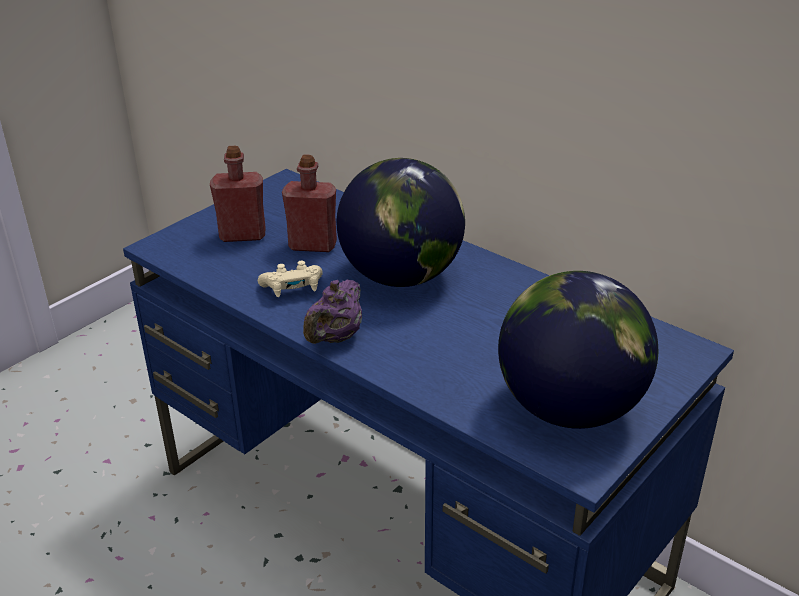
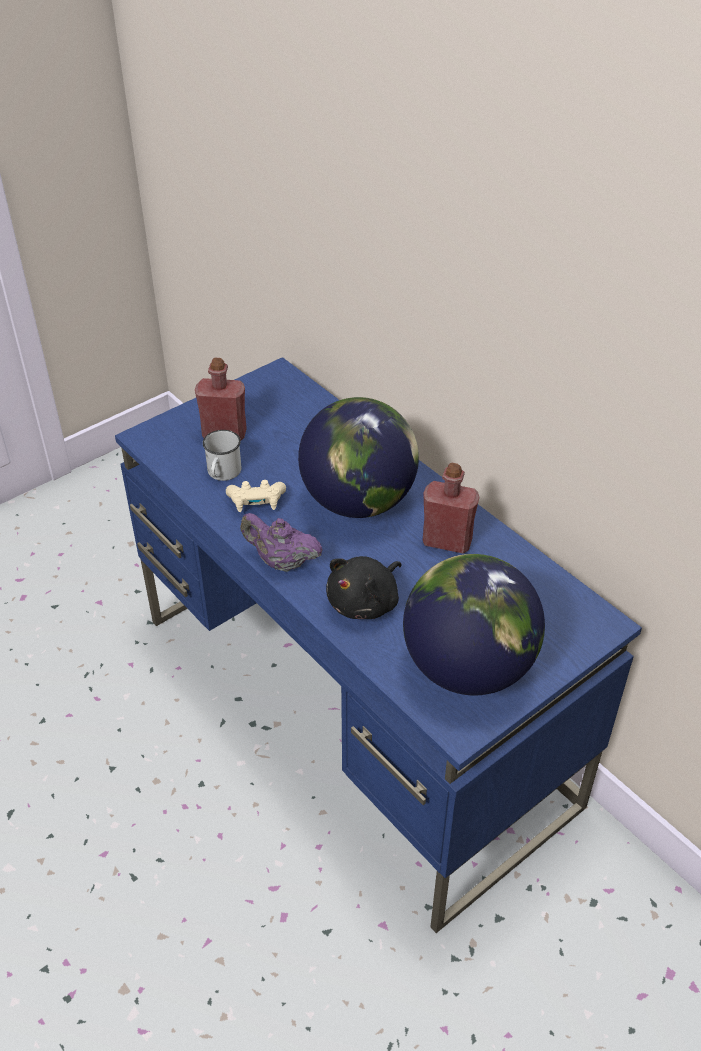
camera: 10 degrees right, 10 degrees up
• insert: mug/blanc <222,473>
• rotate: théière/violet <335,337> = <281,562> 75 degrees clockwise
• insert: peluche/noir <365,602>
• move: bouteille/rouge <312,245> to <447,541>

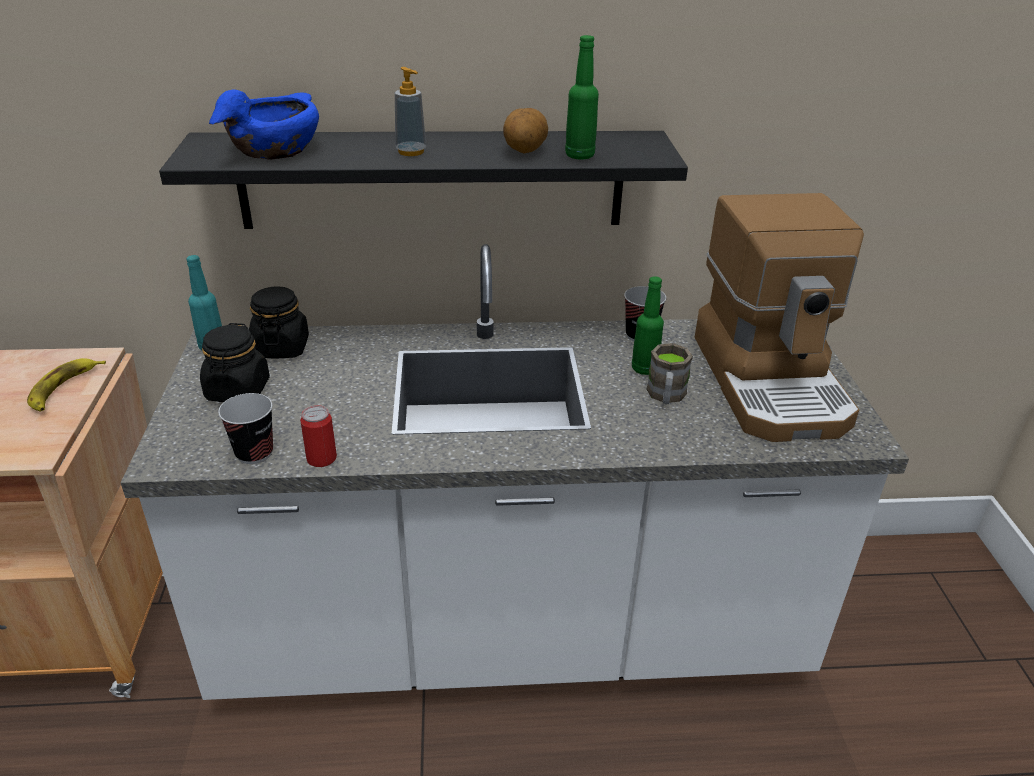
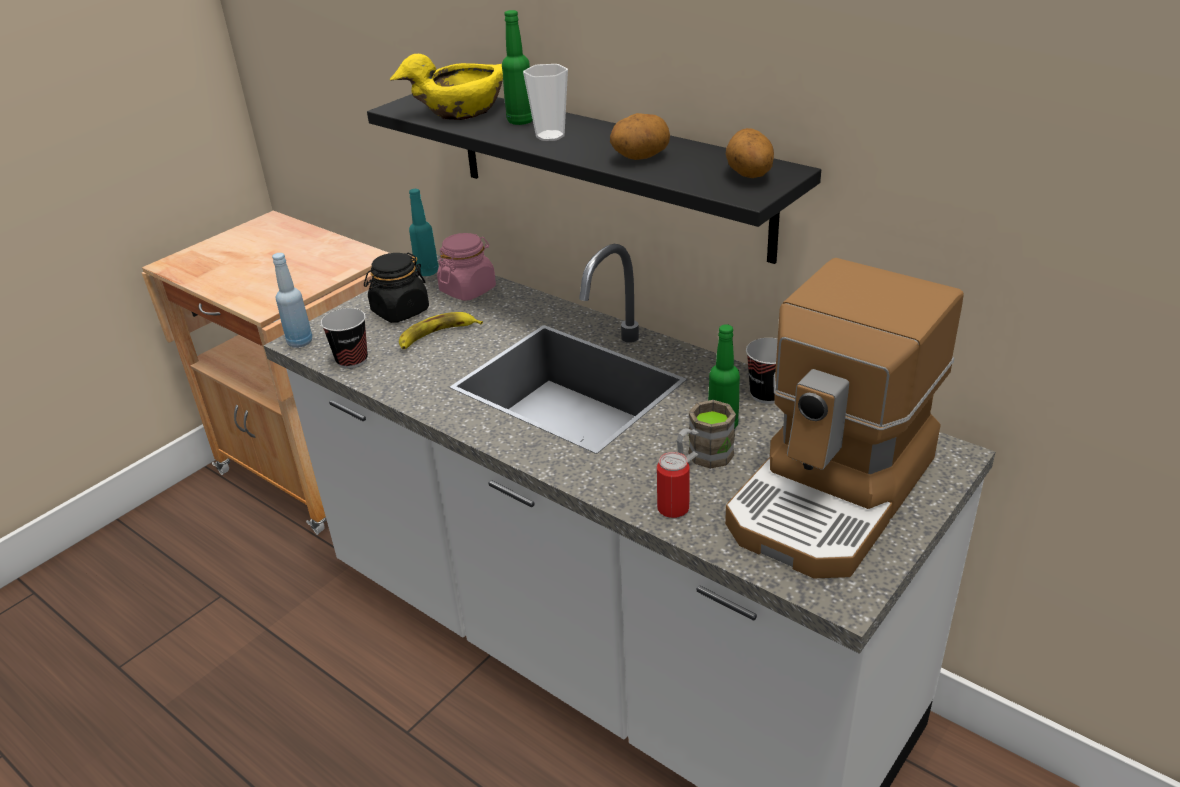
camera: 45 degrees right, 0 degrees up
• insert: bouteille/bleu <300,342>
• recolor: bol/bleu <273,148> to bol/jaune <463,110>
• move: banane <64,389> to <437,336>
• recolor: bocal/noir <281,347> to bocal/rose <468,290>
• move: bouteille/vert <579,155> to <520,121>
• replace: distributeur de savon <411,152> to tasse <550,136>
• move: boîte métallique <321,458> to <673,508>
• insert: pomme de terre <748,176>

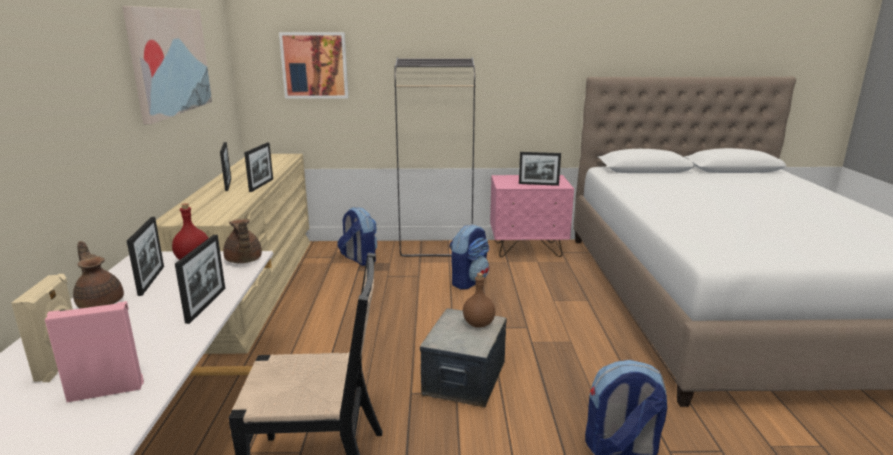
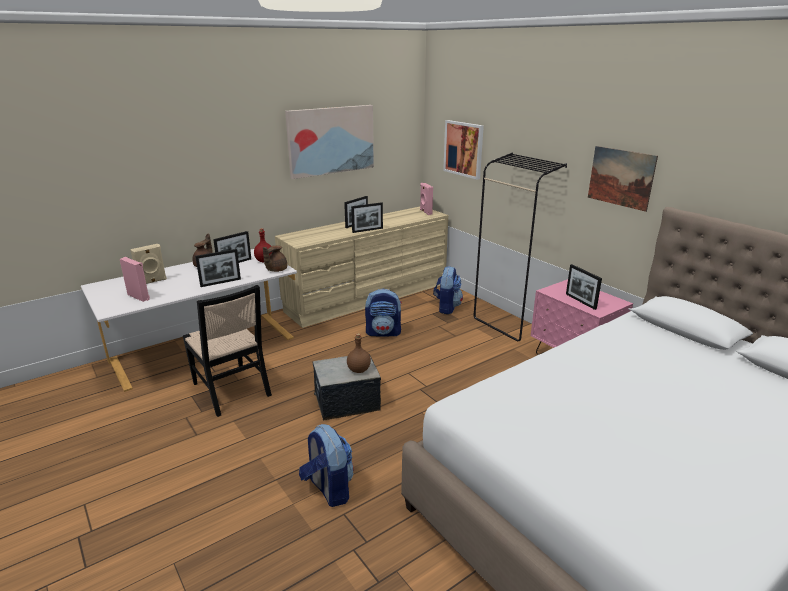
camera: 55 degrees right, 5 degrees up
• move: sac à dos <468,281> to <383,332>
• insert: enceinte/rose <425,212>
• insert: tableau <621,177>

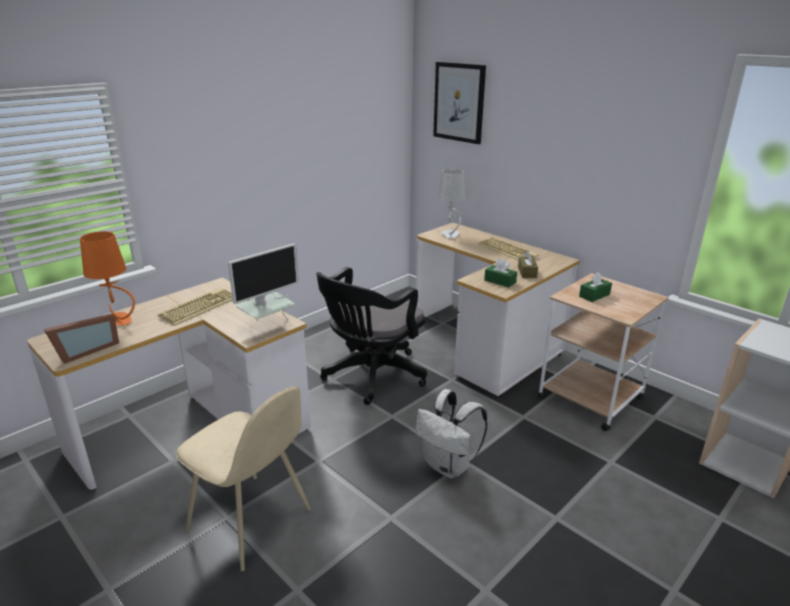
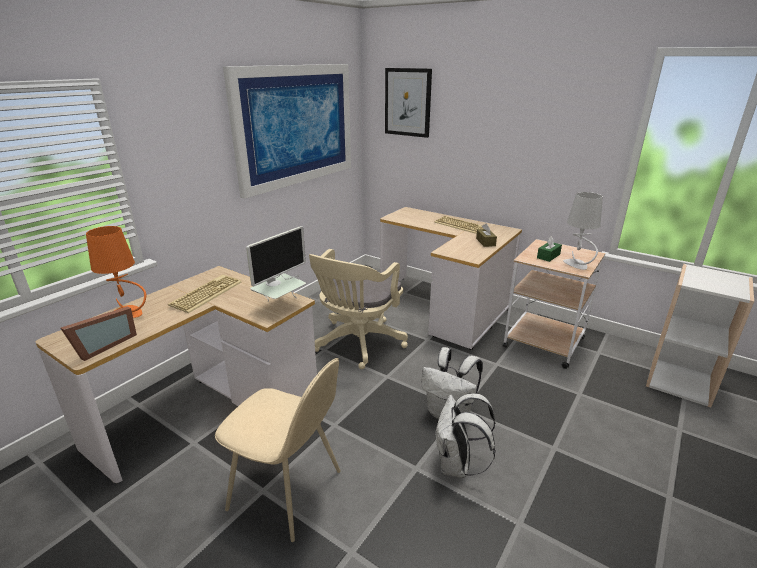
camera: 10 degrees left, 0 degrees up
• insert: tableau <296,125>
• recolor: chaise de bureau/noir <371,376> to chaise de bureau/beige <357,344>
• insert: sac à dos/blanc <457,465>
• move: lampe de table/gris <450,235> to <576,265>
• delete: boîte à mouchoirs/vert <500,281>

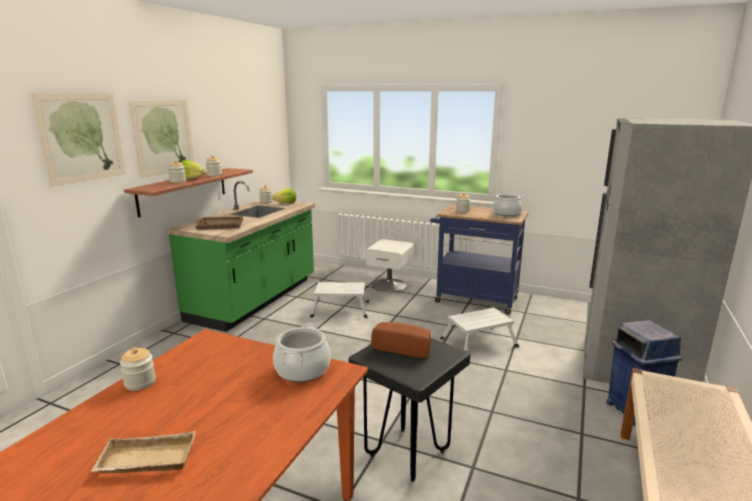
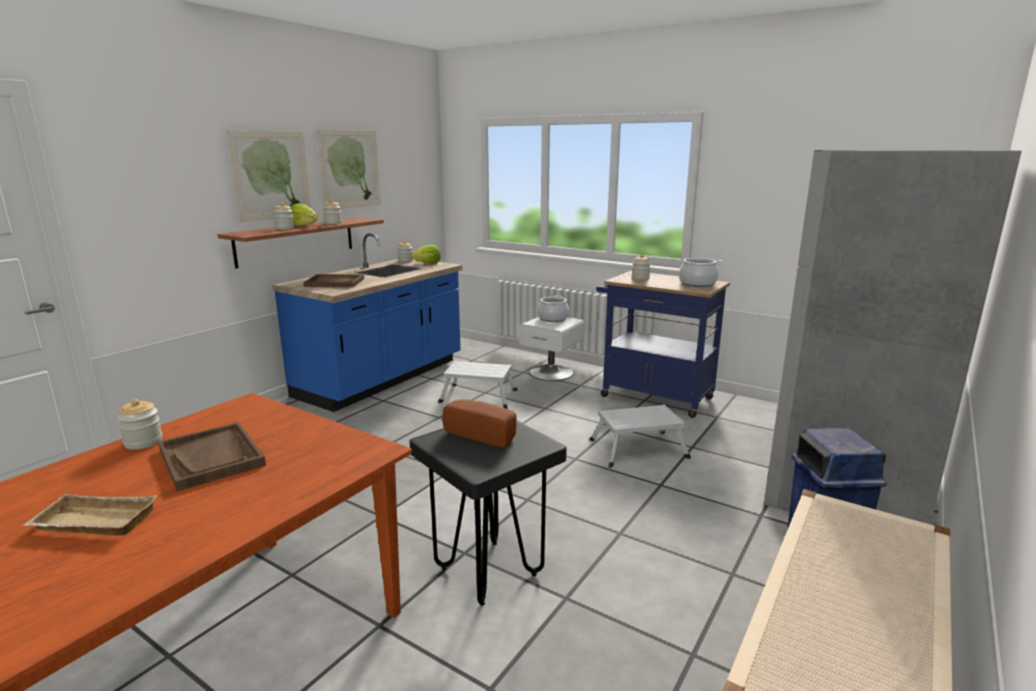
camera: 10 degrees right, 0 degrees up
• insert: plateau/marron <212,457>
• recolor: comptoir de cuisine/vert <255,299> to comptoir de cuisine/bleu <382,378>
• move: tableau <82,137> to <349,169>
• move: marmite <302,369> to <553,319>

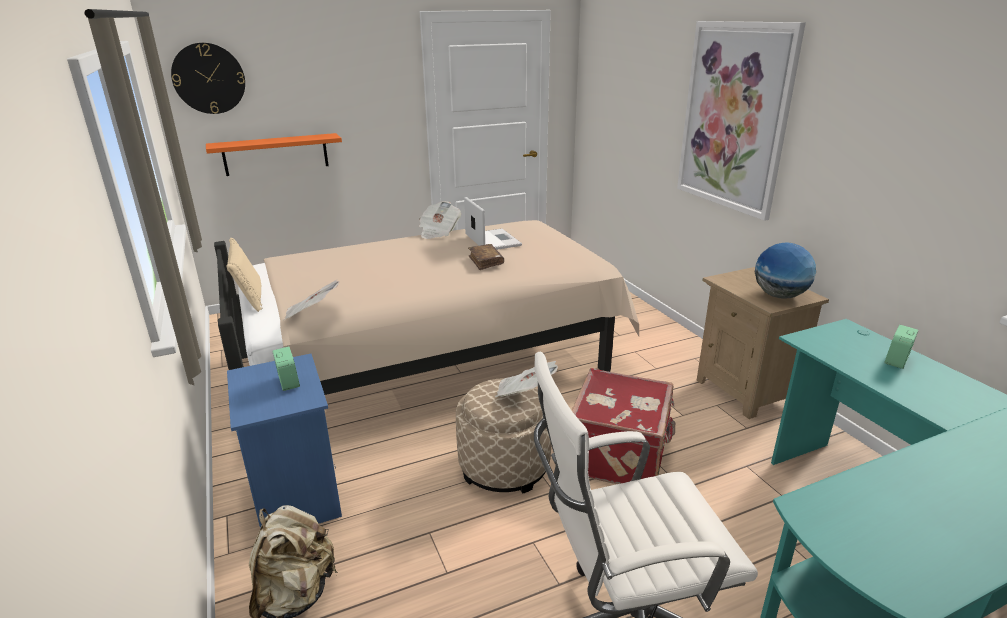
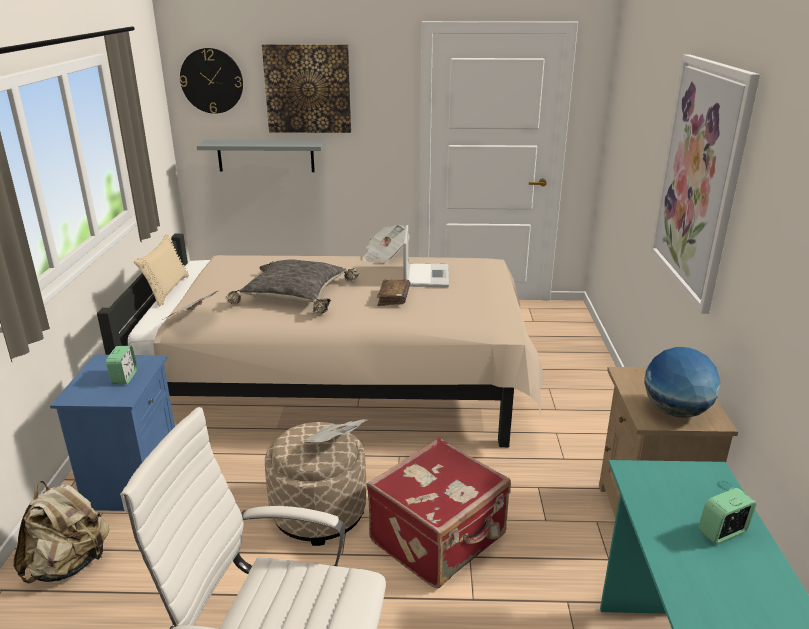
camera: 25 degrees right, 0 degrees up
• recolor: étagère/orange <276,154> to étagère/gris <265,156>
• insert: coussin <295,293>
• insert: tableau <308,89>

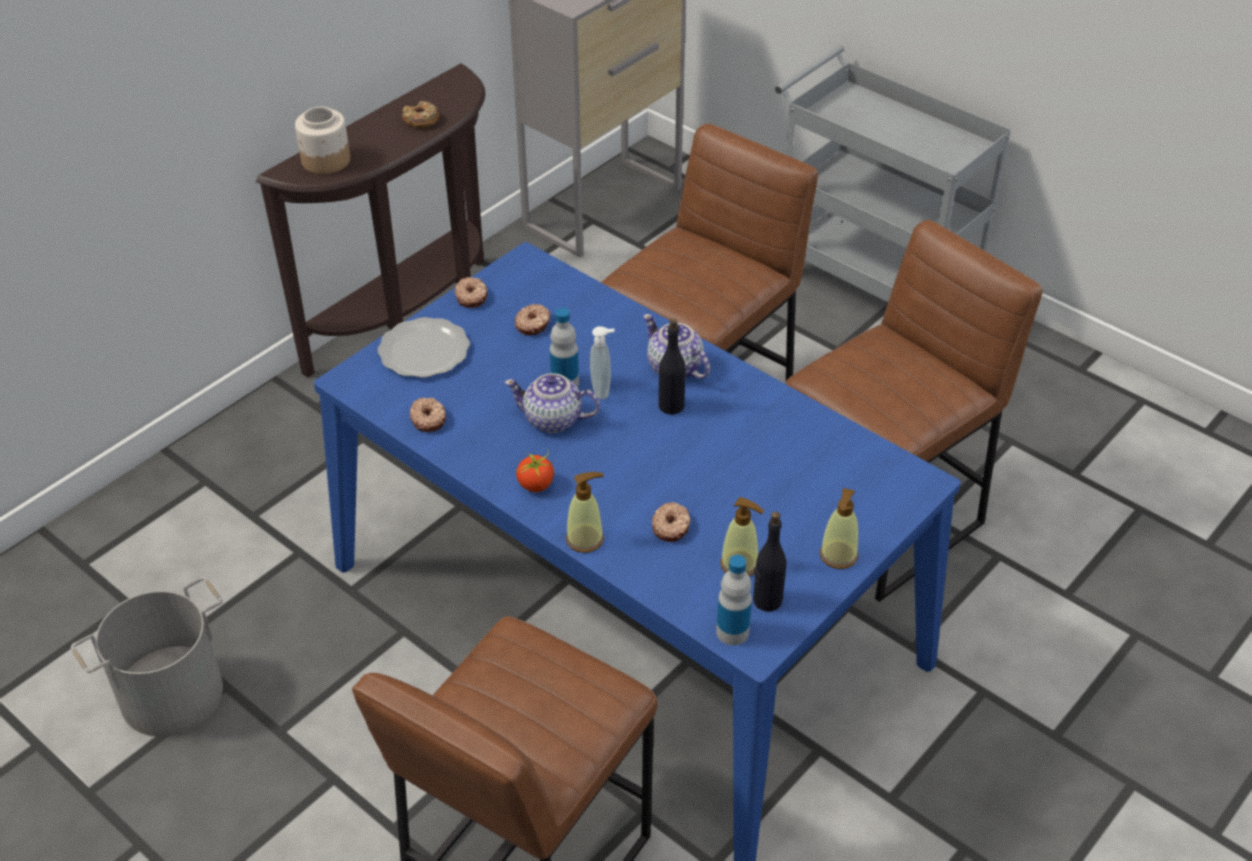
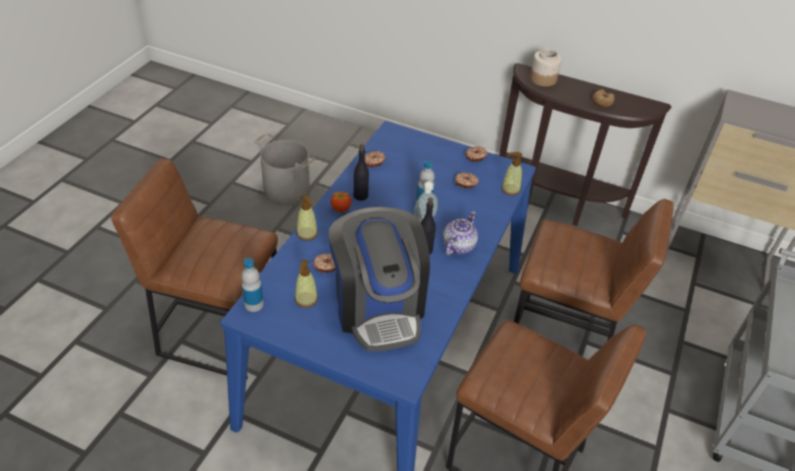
camera: 70 degrees right, 0 degrees up
• insert: machine à café <378,307>
• move: bouteille/noir <767,600> to <360,195>
• move: distributeur de savon <838,555> to <510,189>
• delete: assiette <425,350>
• delete: théière <553,420>

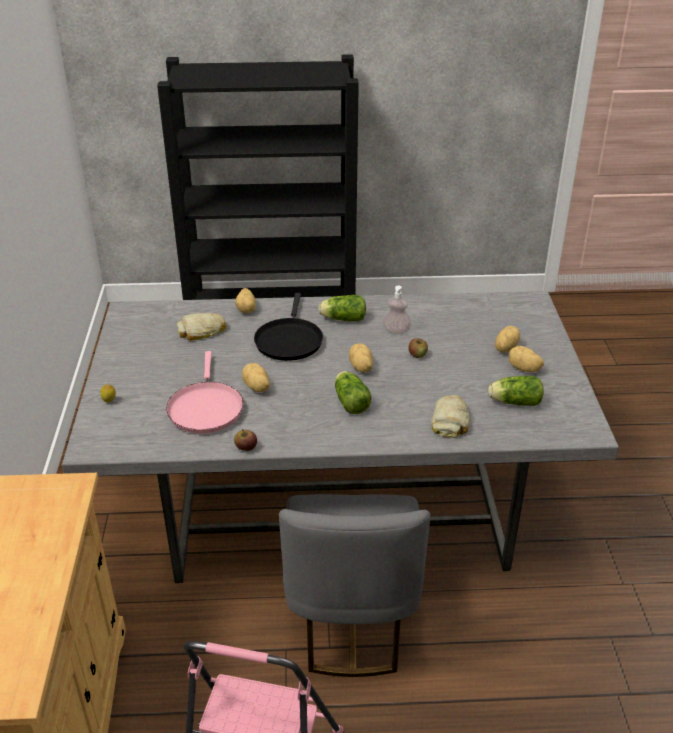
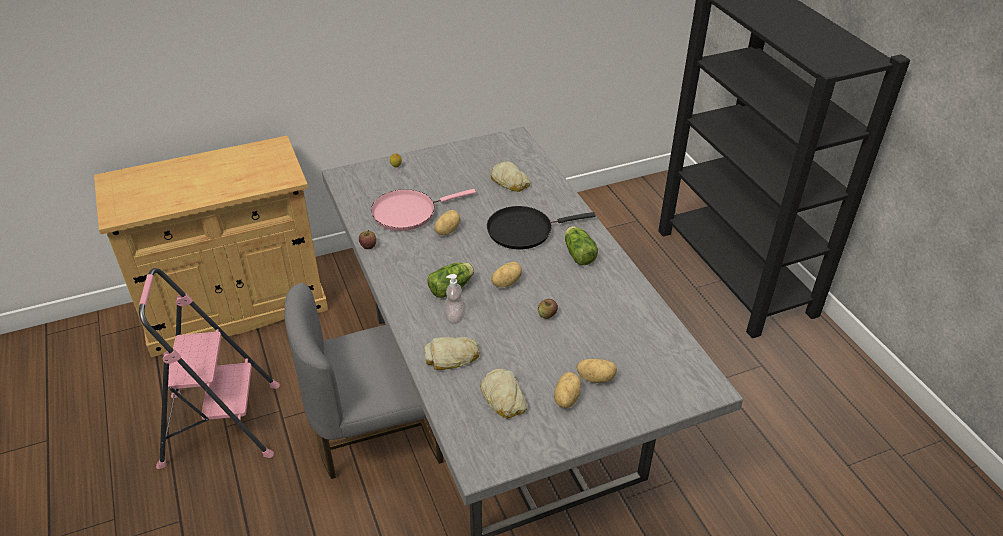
camera: 70 degrees right, 5 degrees up
• move: distributeur de savon <396,331> to <455,317>
• replace: laitue <513,402> to pain <503,398>
• delete: pomme de terre <247,309>

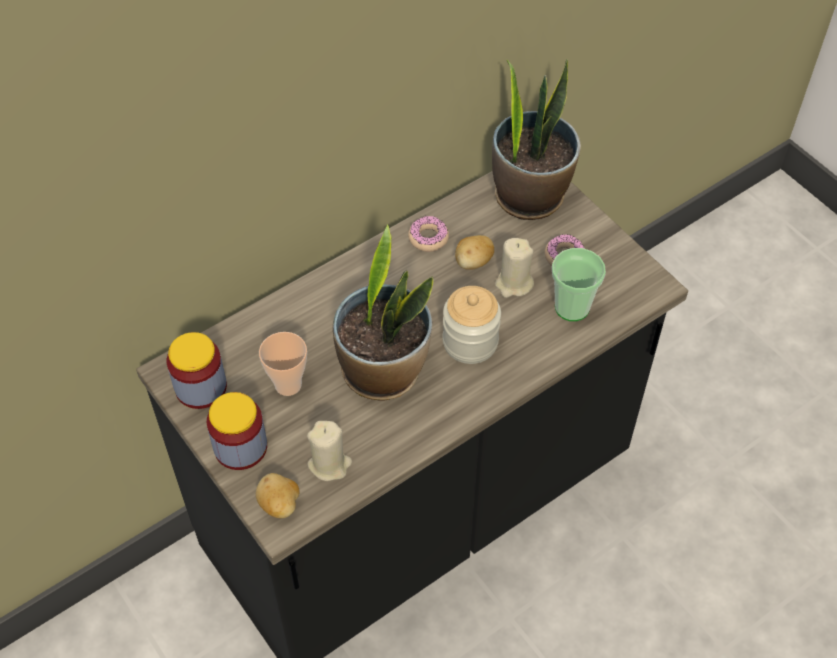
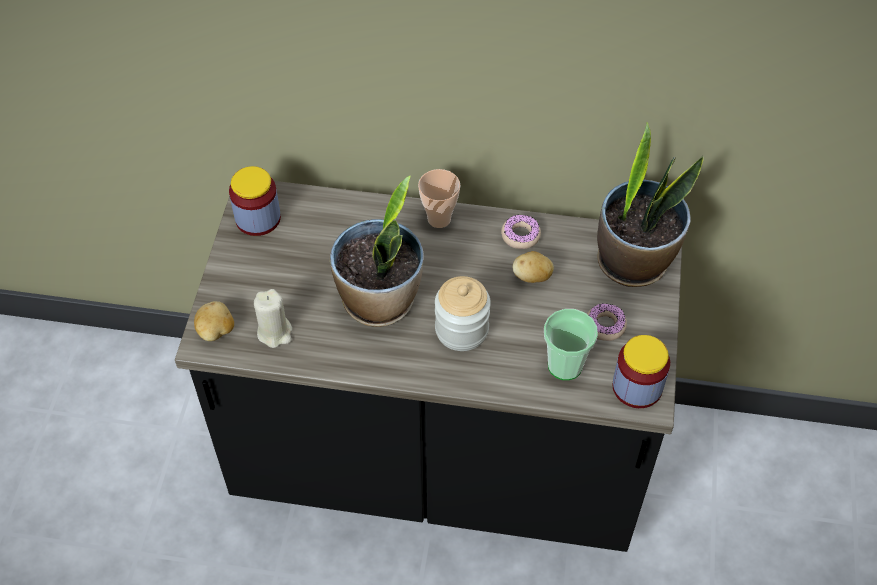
camera: 45 degrees right, 0 degrees up
• move: tasse <288,385> to <439,219>
• move: bocal <240,447> to <637,387>
• delete: bougie/beige <513,284>

